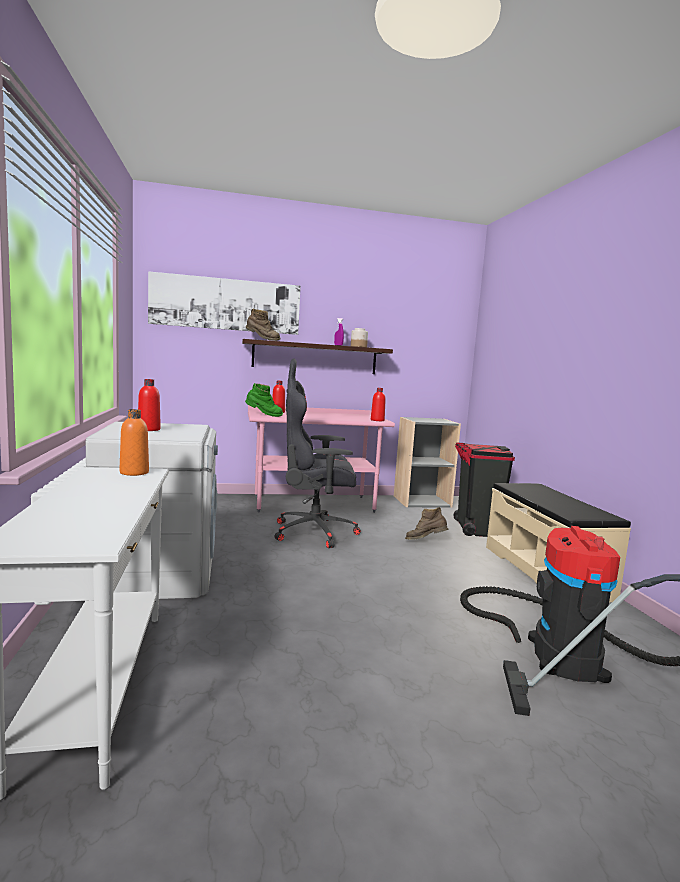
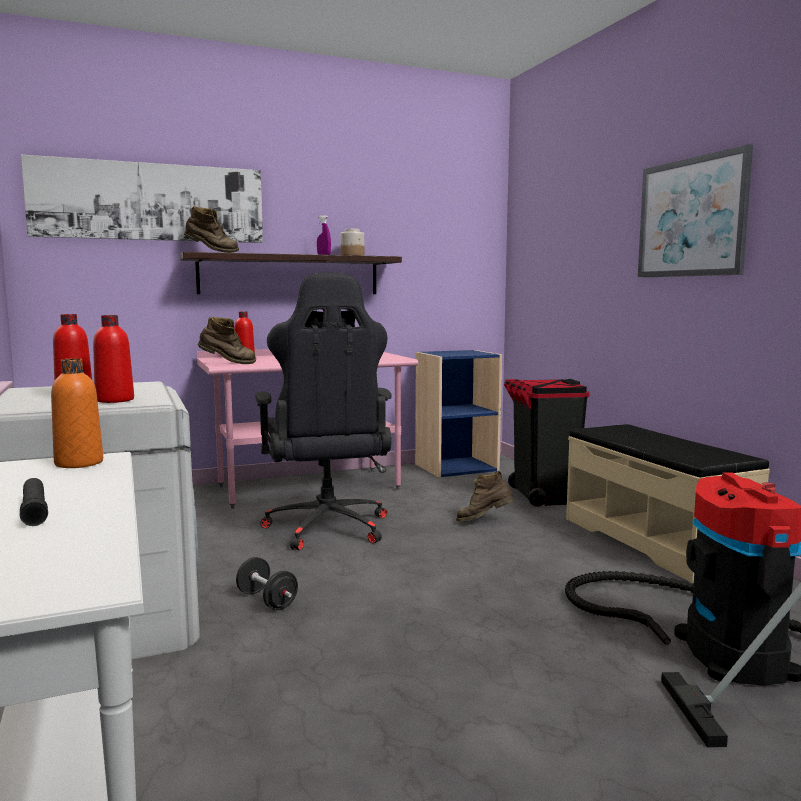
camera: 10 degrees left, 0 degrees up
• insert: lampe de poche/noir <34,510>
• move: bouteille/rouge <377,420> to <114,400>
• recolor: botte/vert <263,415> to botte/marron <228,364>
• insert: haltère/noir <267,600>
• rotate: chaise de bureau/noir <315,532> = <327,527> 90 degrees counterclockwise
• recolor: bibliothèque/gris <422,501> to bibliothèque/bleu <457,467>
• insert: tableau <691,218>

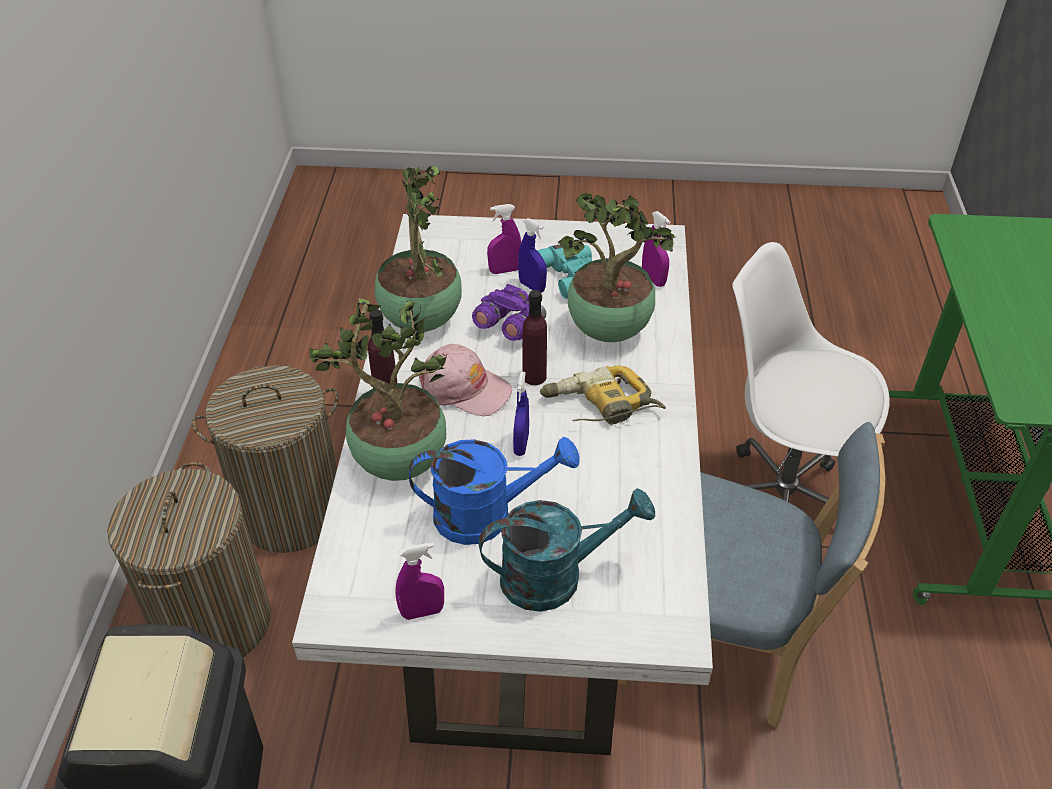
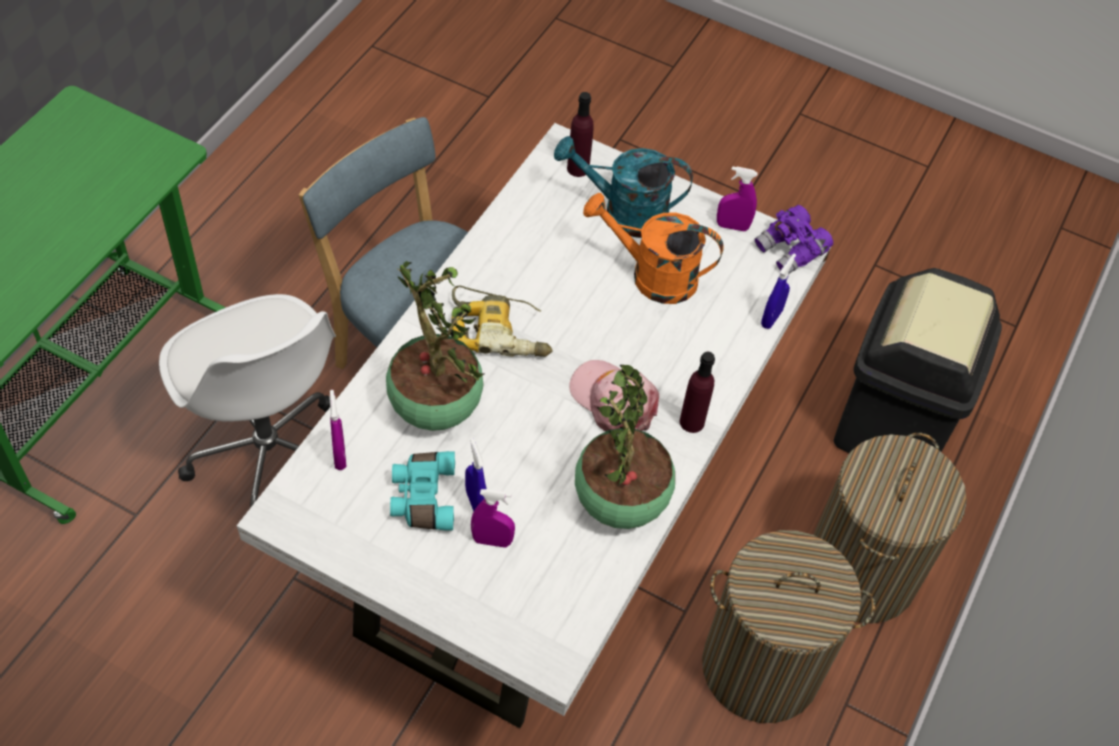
camera: 160 degrees left, 10 degrees up
• move: bouteille/violet <534,376> to <578,168>
• recolor: arrosoir/bleu <487,514> to arrosoir/orange <652,276>
• move: jumelles/violet <509,328> to <791,251>
• move: vaporisateur/bleu <521,444> to <771,318>
• delete: plante en pot <397,464>

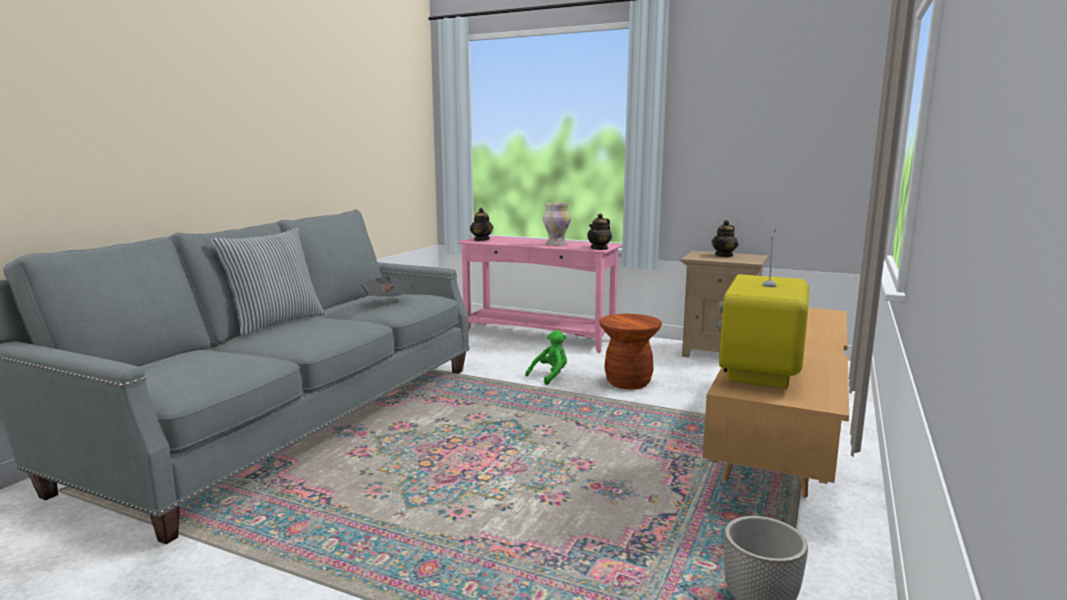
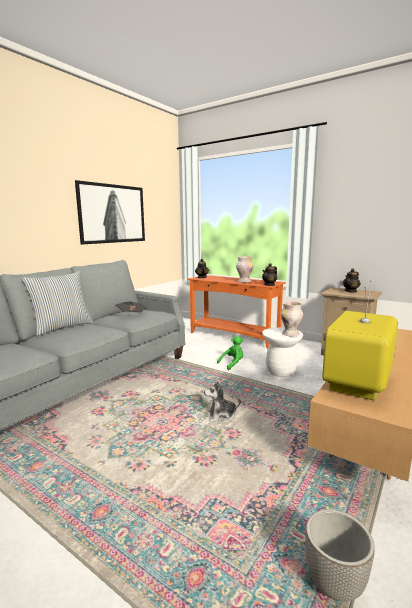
camera: 10 degrees right, 0 degrees up
• insert: tableau <113,214>
• recolor: table console/rose <539,337> to table console/orange <234,336>
• insert: peluche <221,416>
• recolor: tabouret/marron <628,382> to tabouret/blanc <280,371>
• insert: vase <290,334>

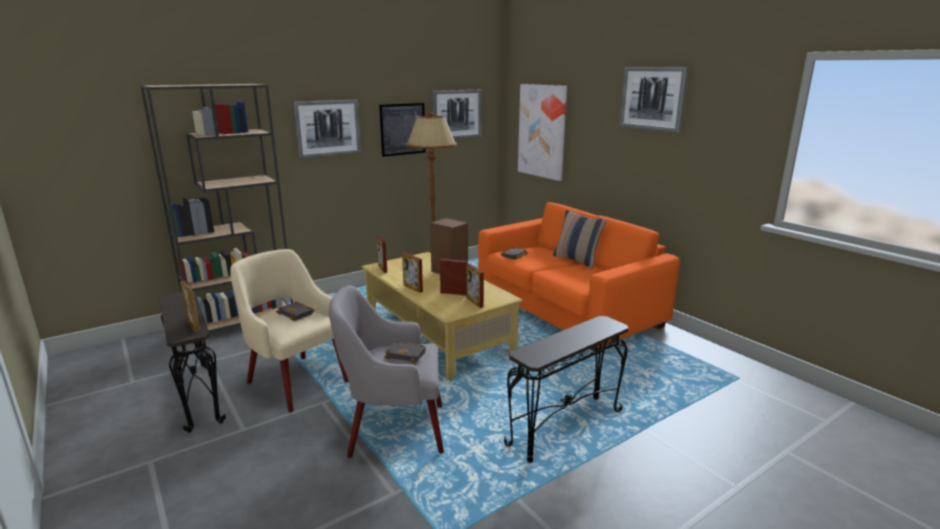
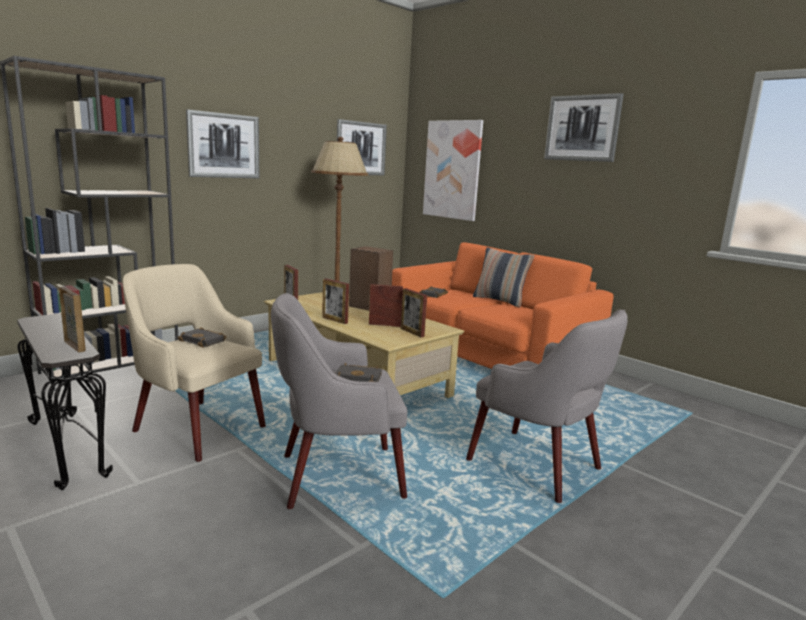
camera: 10 degrees left, 5 degrees down
• replace: table d'appoint/noir <565,428> to fauteuil/gris <537,466>
• delete: tableau <403,129>

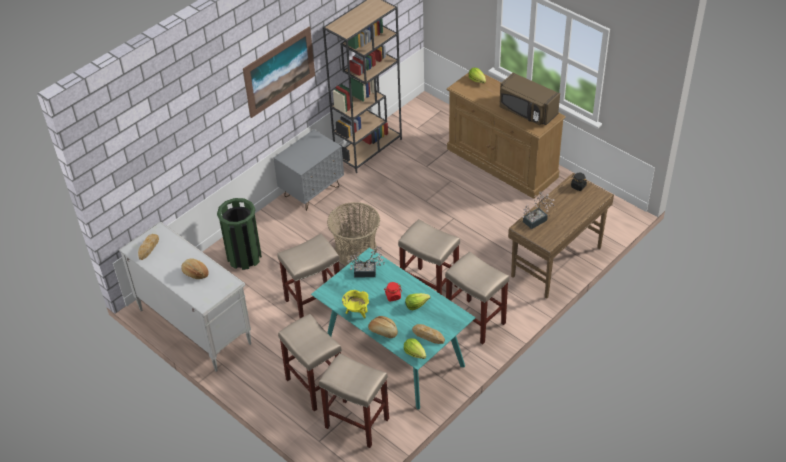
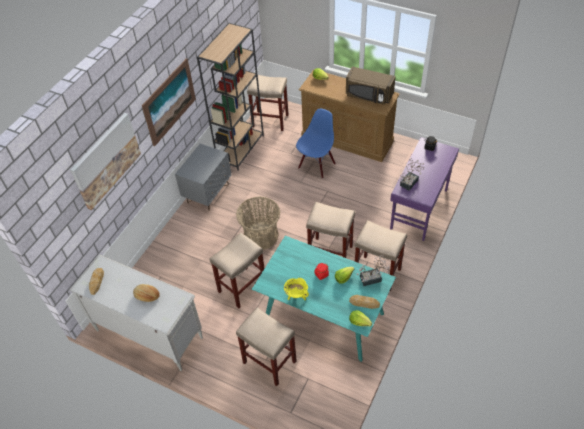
camera: 15 degrees left, 5 degrees up
• insert: tableau <106,160>
• move: tabouret/beige <356,423> to <269,121>
• insert: chaise/bleu <316,165>
• move: plante en pot <368,272> to <373,278>
• recolor: table console/marron <556,262> to table console/violet <419,209>
• delete: poubelle/vert <244,257>
• delete: pain <383,332>

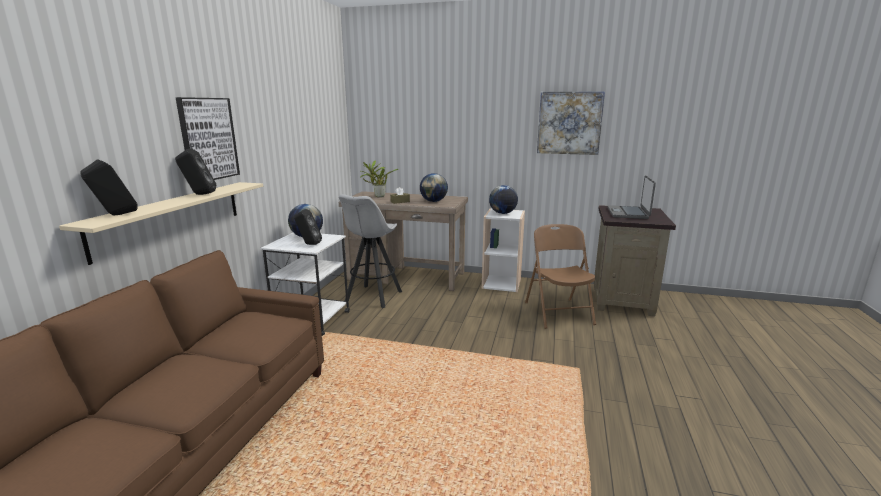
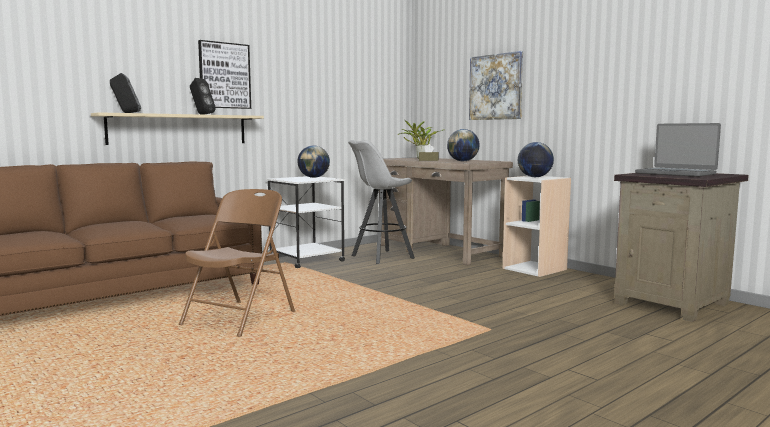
camera: 35 degrees right, 10 degrees down
• move: chaise/marron <558,313> to <239,318>
• move: tableau <569,123> to <496,87>
• rotate: ordinateur portable <628,213> = <675,173> 90 degrees counterclockwise
• delete: enceinte/noir <308,244>

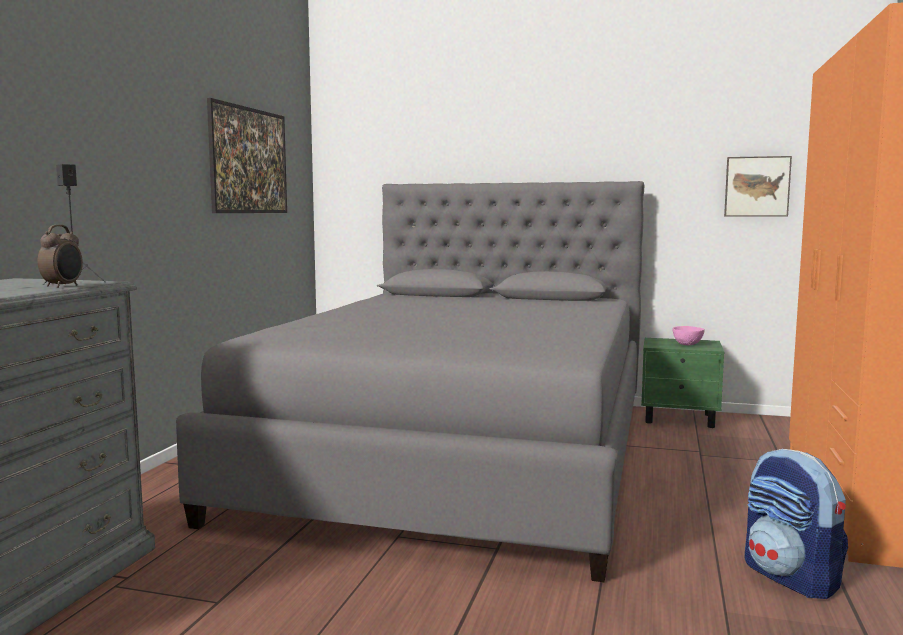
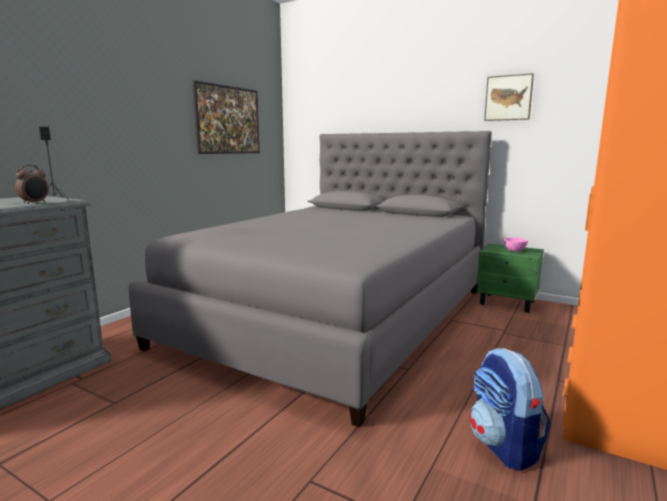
camera: 15 degrees right, 5 degrees up
• move: tableau <756,186> to <508,98>

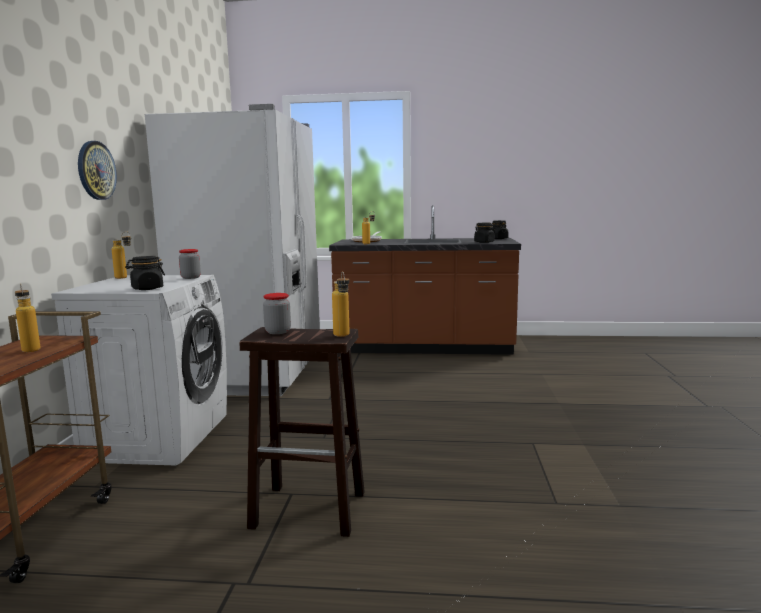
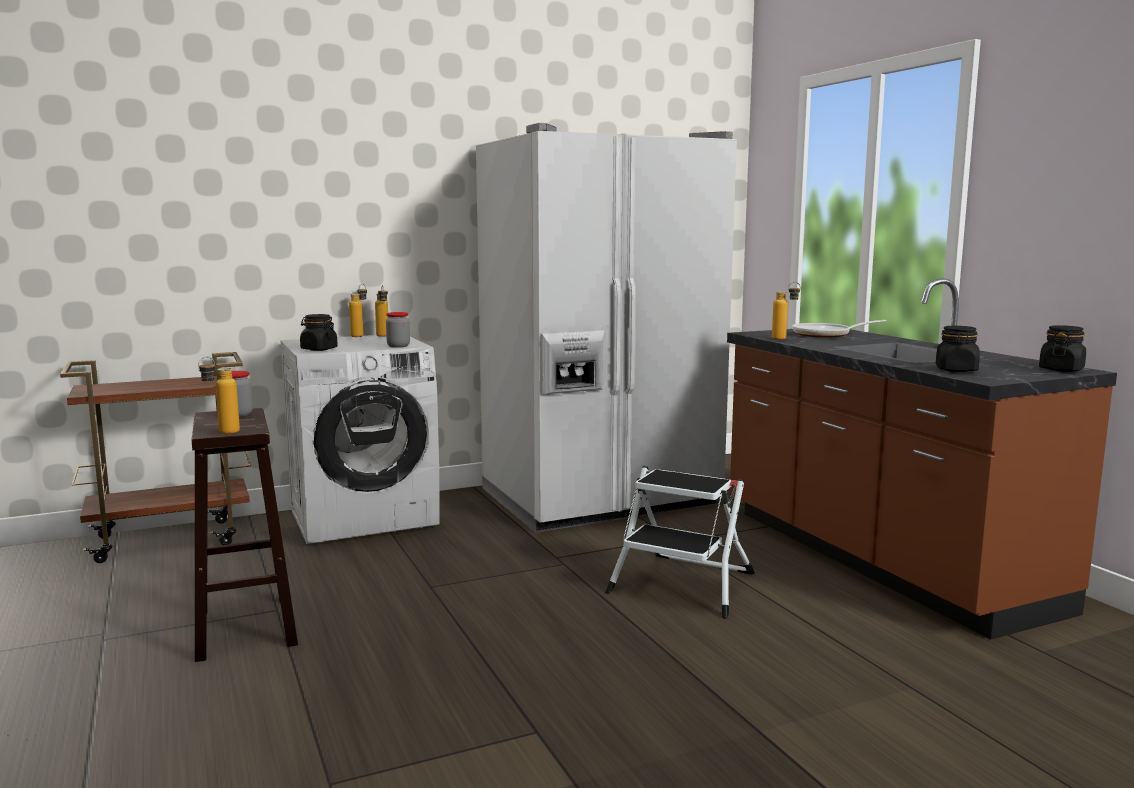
camera: 60 degrees right, 0 degrees up
• move: bouteille <30,349> to <360,335>
• insert: escabeau <684,584>
• delete: horloge murale <96,170>

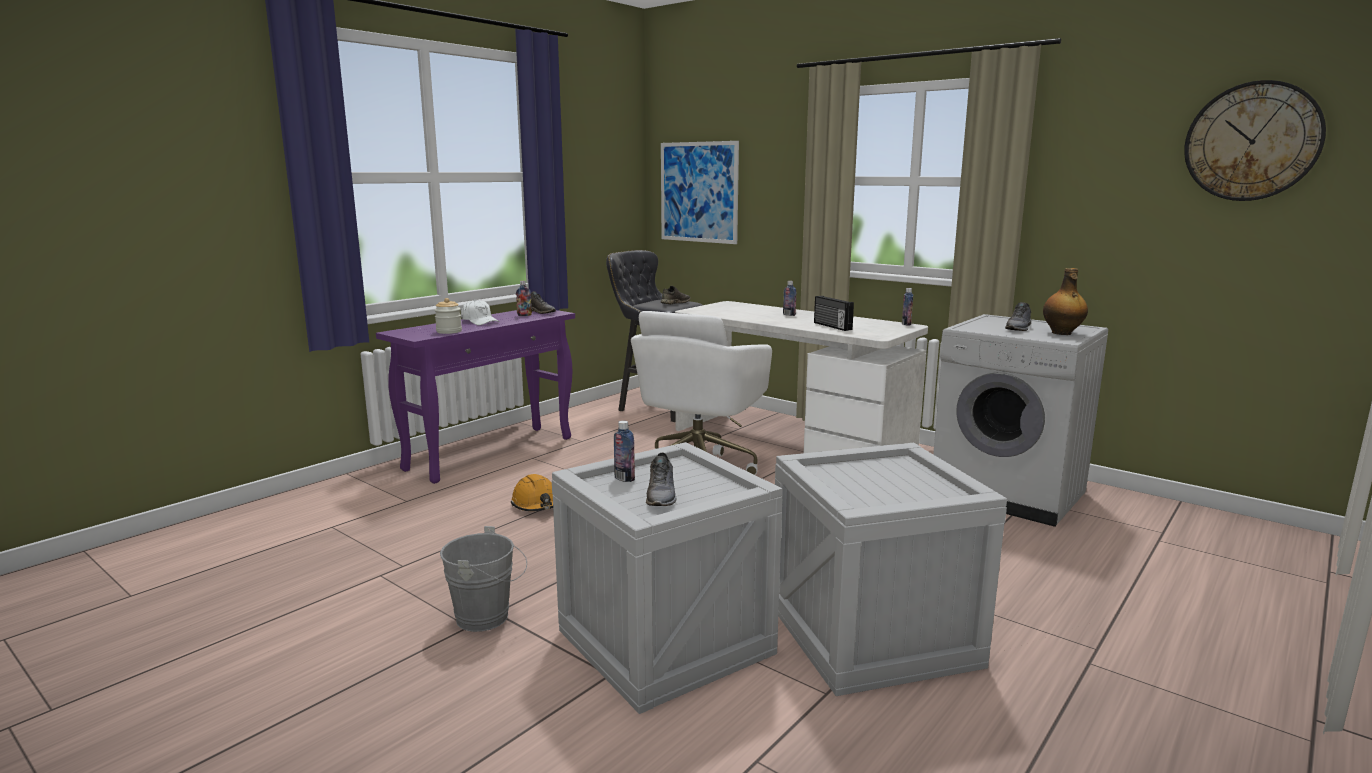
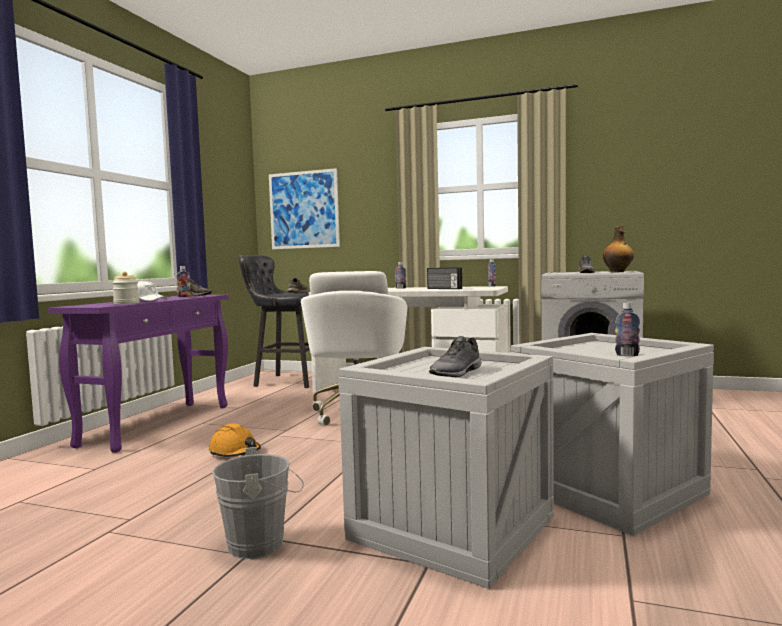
camera: 20 degrees left, 10 degrees down
• rotate: chaussure/gris <662,495> = <457,373> 60 degrees clockwise
• move: bouteille <624,478> to <627,355>
• delete: horloge murale <1252,141>

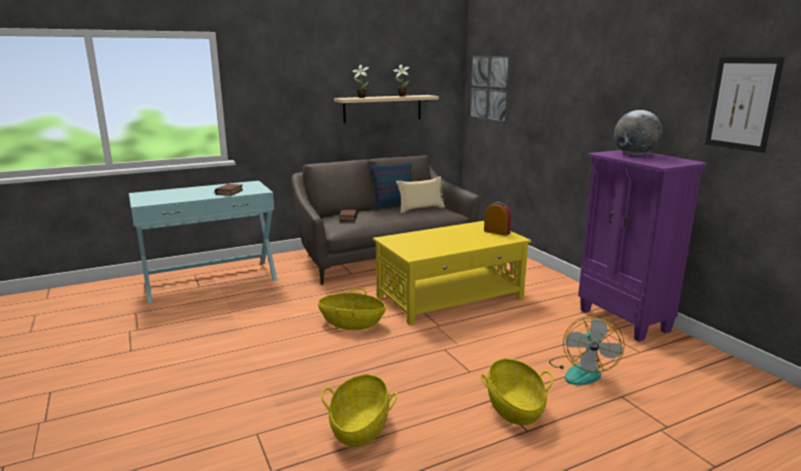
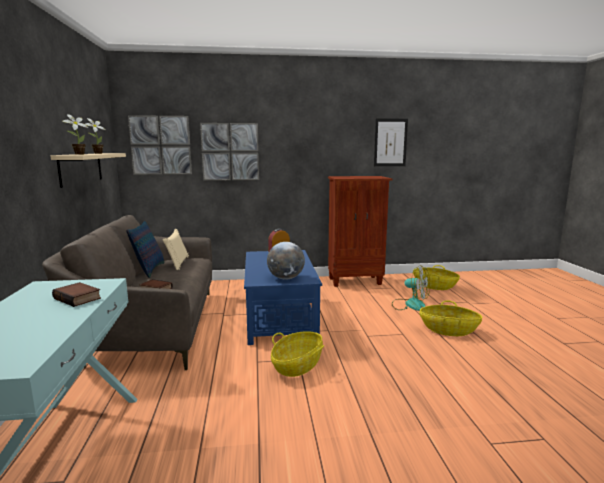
camera: 70 degrees left, 5 degrees down
• insert: tableau <230,152>
• recolor: table basse/jaune <450,297> to table basse/bleu <280,316>
• move: globe <634,155> to <285,278>
• recolor: meuble de rangement/violet <622,321> to meuble de rangement/marron <355,282>
• move: panier <360,426> to <434,286>

